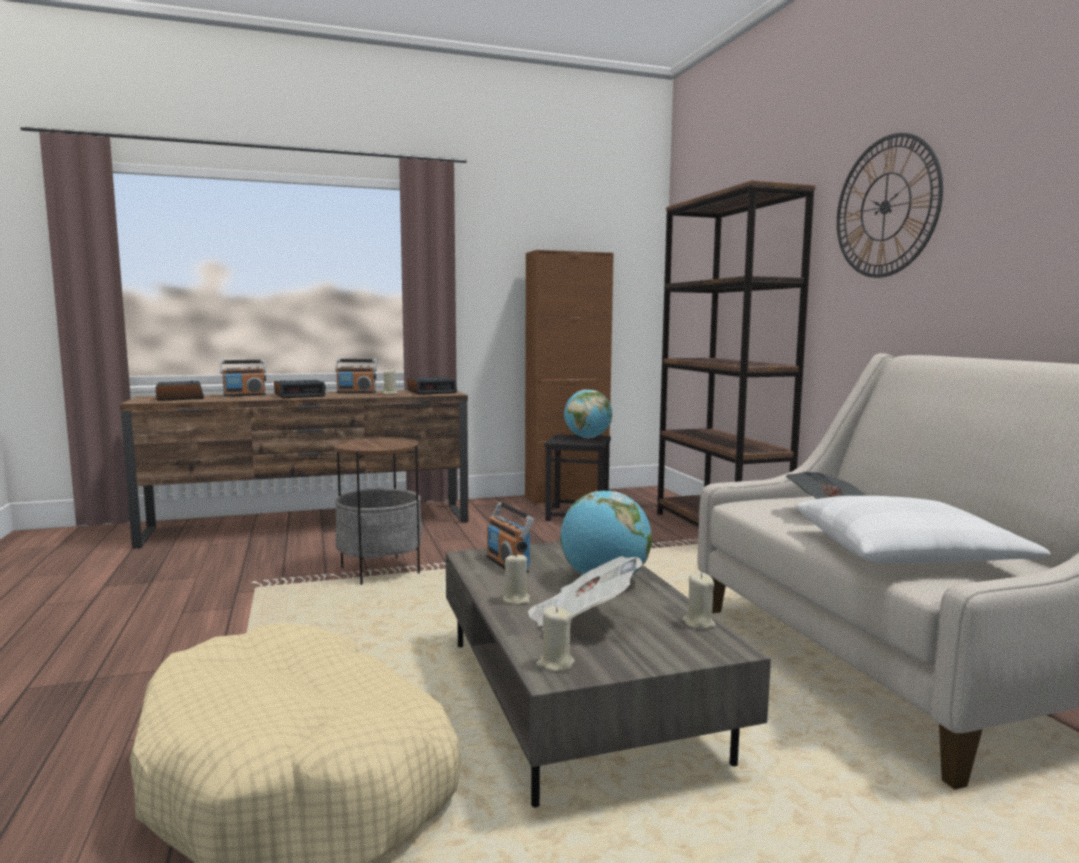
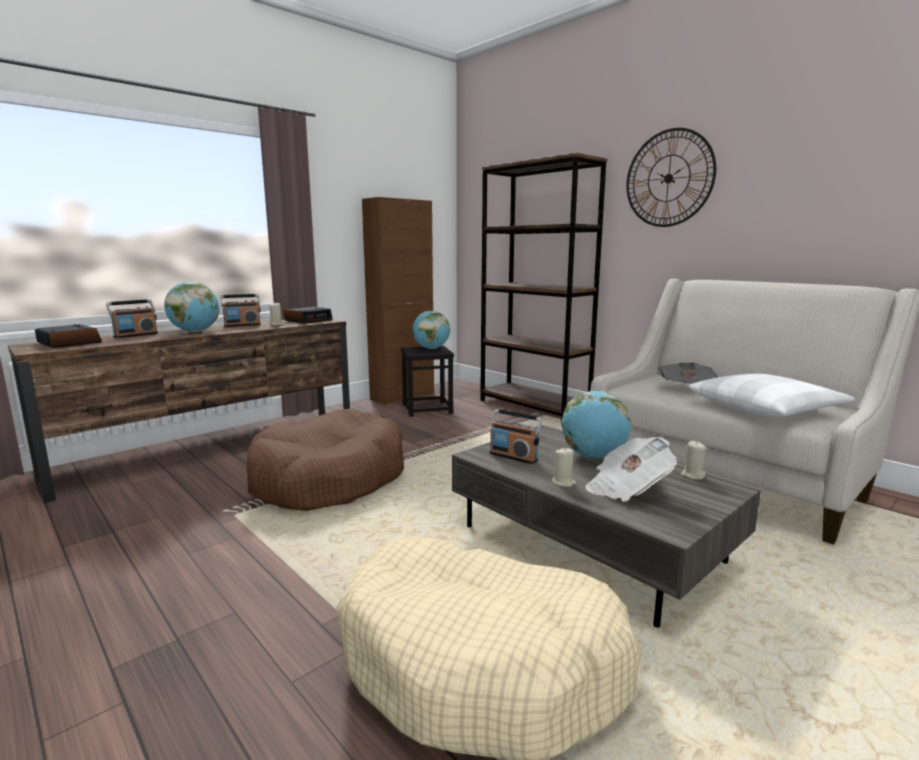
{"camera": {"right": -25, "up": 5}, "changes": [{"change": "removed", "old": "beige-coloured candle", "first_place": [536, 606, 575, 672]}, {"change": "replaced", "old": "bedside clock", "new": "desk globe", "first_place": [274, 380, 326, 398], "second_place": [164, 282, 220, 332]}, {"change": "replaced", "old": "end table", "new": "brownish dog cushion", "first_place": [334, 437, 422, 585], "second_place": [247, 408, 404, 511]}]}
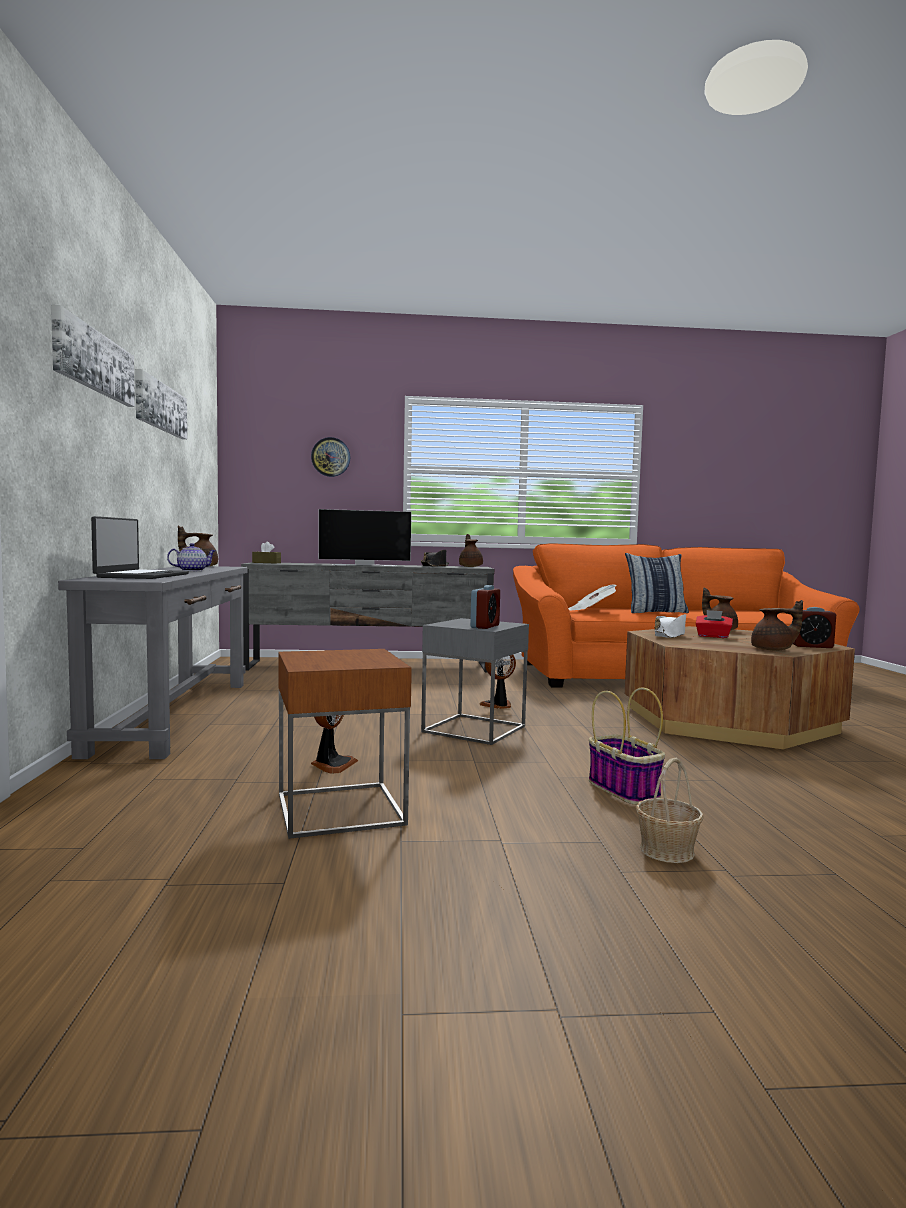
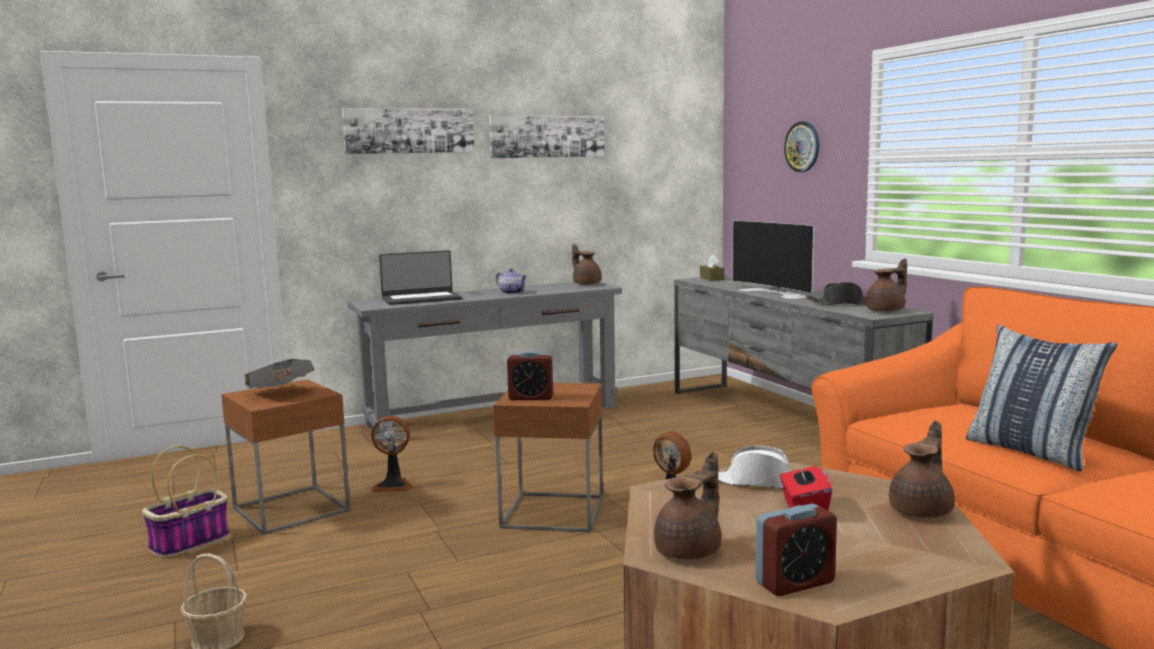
{"camera": {"right": 70, "up": 5}, "changes": [{"change": "moved", "old": "printed paper", "first_place": [568, 584, 617, 610], "second_place": [244, 359, 314, 388]}, {"change": "moved", "old": "basket", "first_place": [589, 688, 665, 805], "second_place": [142, 446, 229, 558]}, {"change": "recoloured", "old": "greyish end table", "new": "brownish end table", "first_place": [421, 618, 529, 745], "second_place": [493, 383, 603, 533]}, {"change": "turned", "old": "brownish teapot", "first_place": [751, 600, 803, 650], "second_place": [654, 451, 722, 560], "degrees": -120}, {"change": "turned", "old": "bedside clock", "first_place": [793, 607, 836, 648], "second_place": [756, 504, 837, 596], "degrees": -105}]}
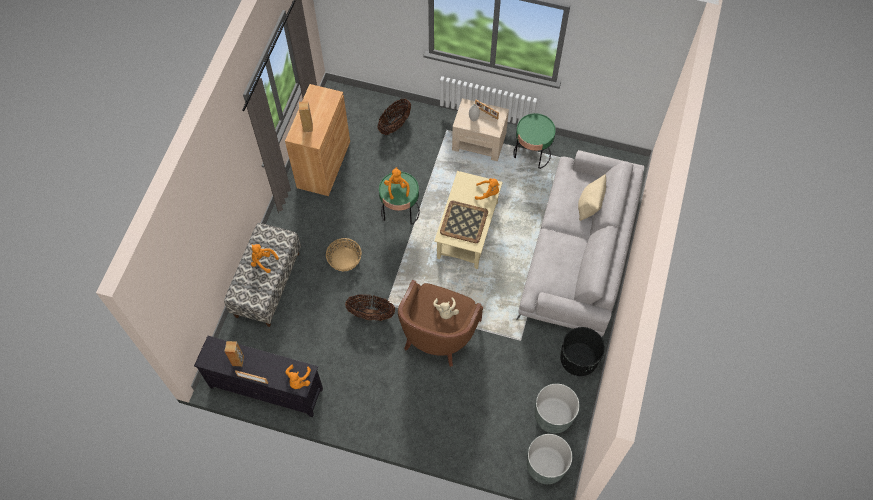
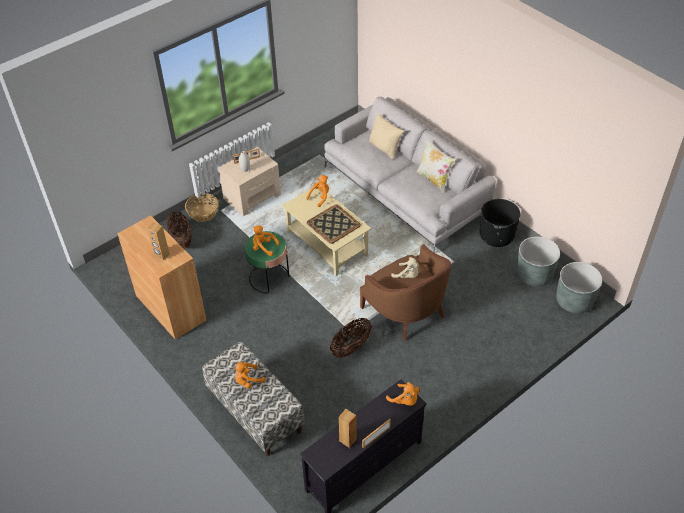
{"camera": {"right": -55, "up": -15}, "changes": [{"change": "removed", "old": "green-coloured end table", "first_place": [514, 113, 556, 169]}, {"change": "added", "new": "throw pillow", "second_place": [416, 140, 456, 193]}, {"change": "moved", "old": "basket", "first_place": [326, 238, 362, 272], "second_place": [185, 193, 219, 222]}]}
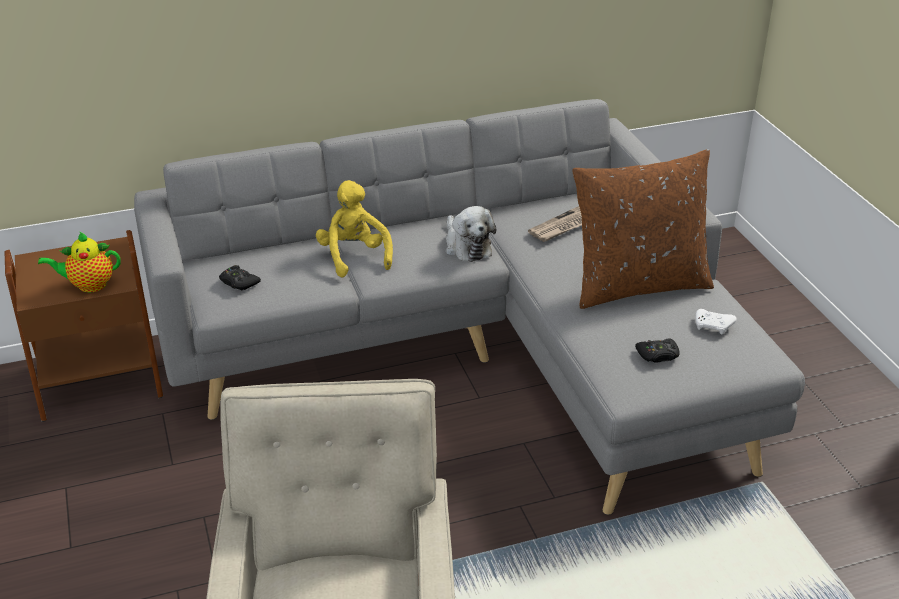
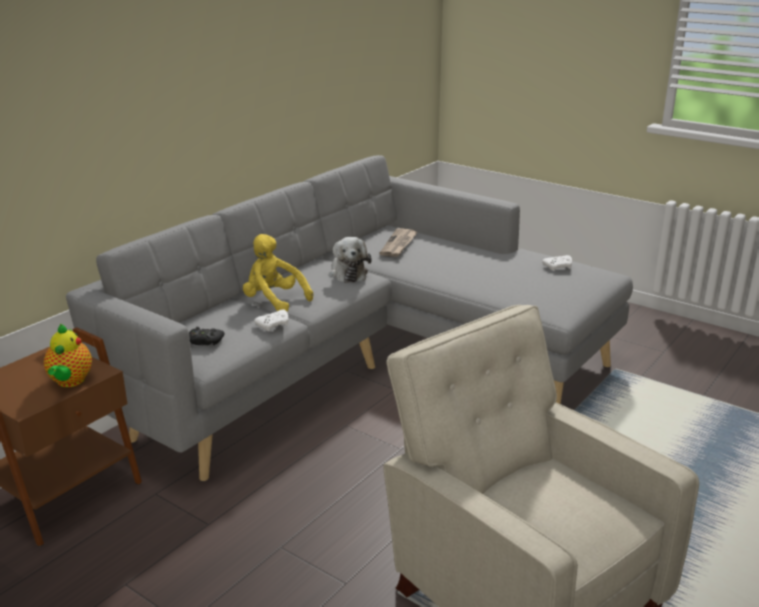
{"camera": {"right": -35, "up": -10}, "changes": [{"change": "removed", "old": "brownish throw pillow", "first_place": [572, 149, 714, 309]}, {"change": "removed", "old": "black-coloured game controller", "first_place": [635, 338, 680, 363]}, {"change": "added", "new": "white game controller", "second_place": [254, 309, 288, 331]}, {"change": "turned", "old": "teapot", "first_place": [38, 232, 121, 292], "second_place": [44, 324, 92, 387], "degrees": -45}, {"change": "turned", "old": "plush toy", "first_place": [446, 206, 496, 262], "second_place": [329, 237, 372, 283], "degrees": 45}]}
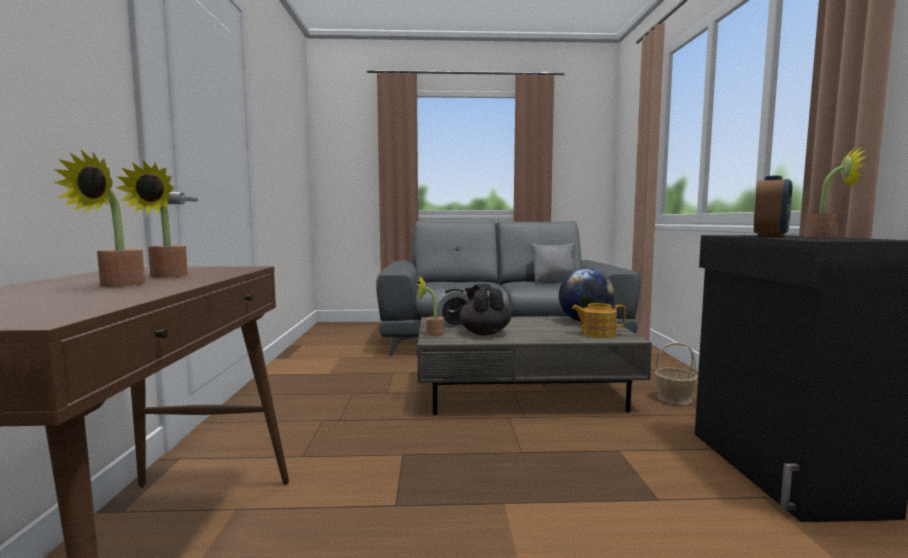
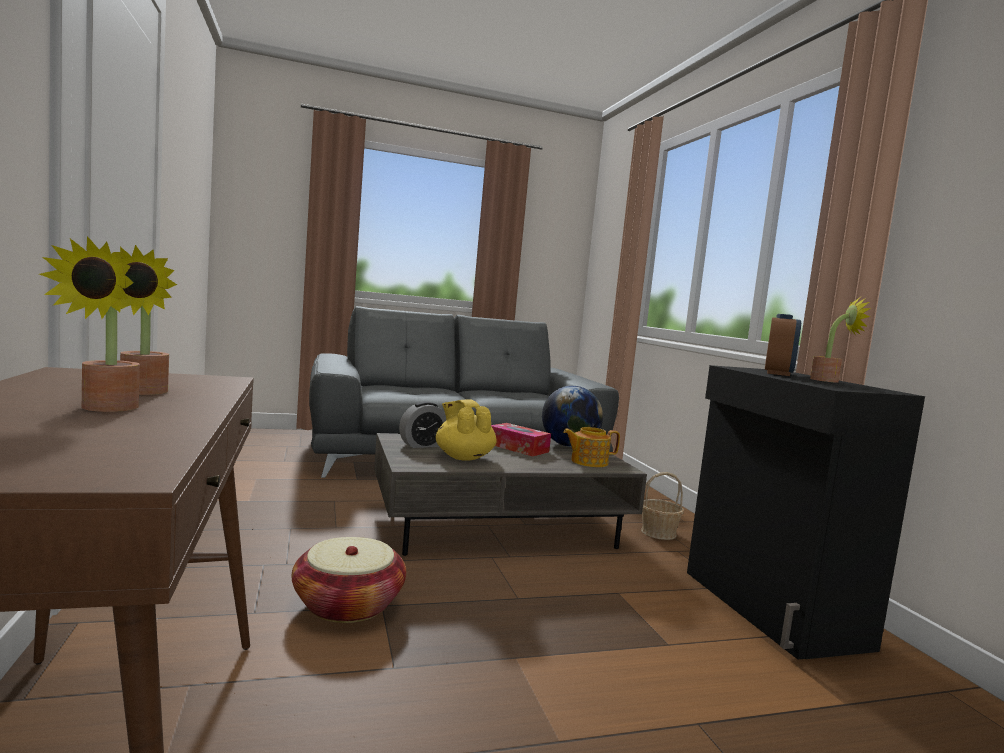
{"camera": {"right": -15, "up": 0}, "changes": [{"change": "removed", "old": "houseplant", "first_place": [417, 276, 444, 336]}, {"change": "removed", "old": "greyish throw pillow", "first_place": [531, 243, 576, 282]}, {"change": "added", "new": "basket", "second_place": [292, 537, 406, 623]}, {"change": "added", "new": "tissue box", "second_place": [491, 423, 551, 457]}, {"change": "recoloured", "old": "black-coloured teapot", "new": "yellowish teapot", "first_place": [459, 284, 511, 335], "second_place": [436, 399, 497, 461]}]}
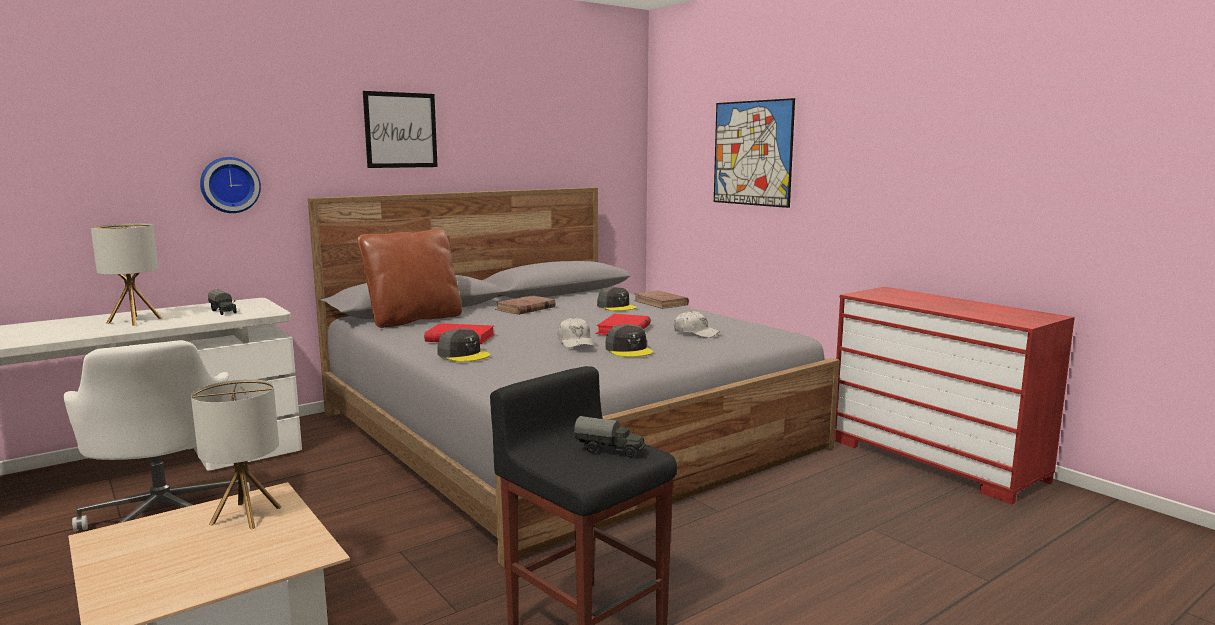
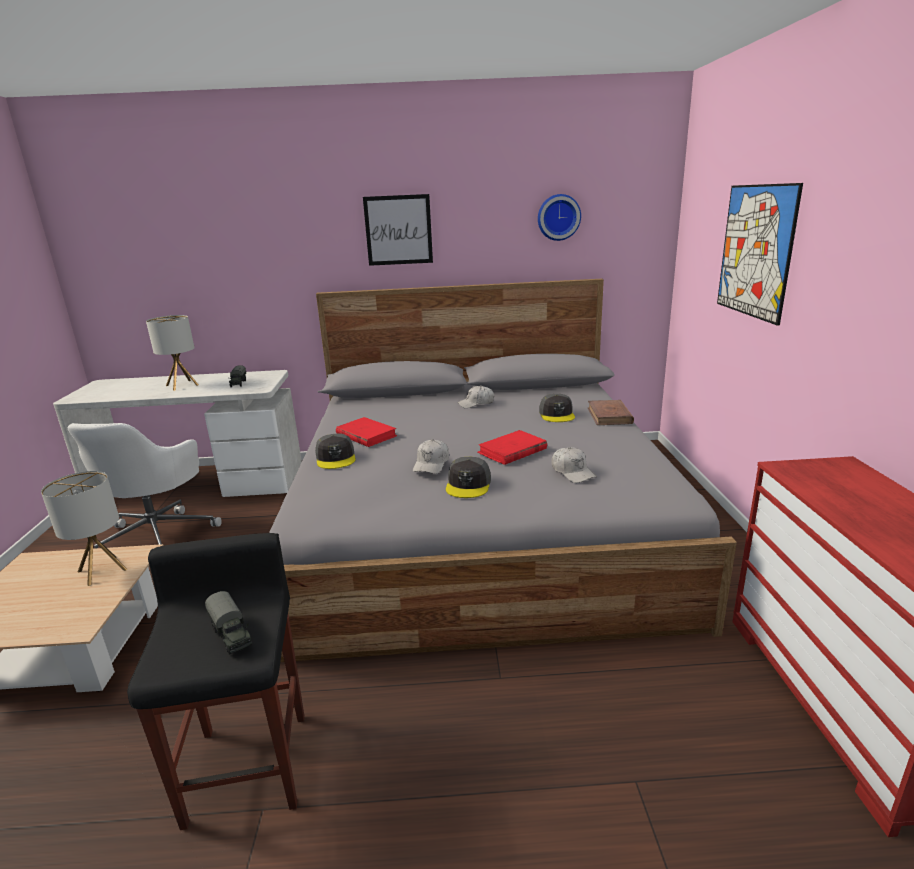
{"camera": {"right": 35, "up": 10}, "changes": [{"change": "removed", "old": "brownish throw pillow", "first_place": [357, 229, 462, 328]}, {"change": "moved", "old": "clock on the wall", "first_place": [200, 157, 261, 213], "second_place": [538, 194, 581, 241]}, {"change": "replaced", "old": "brownish volume", "new": "white baseball cap", "first_place": [495, 295, 556, 315], "second_place": [457, 385, 494, 408]}]}
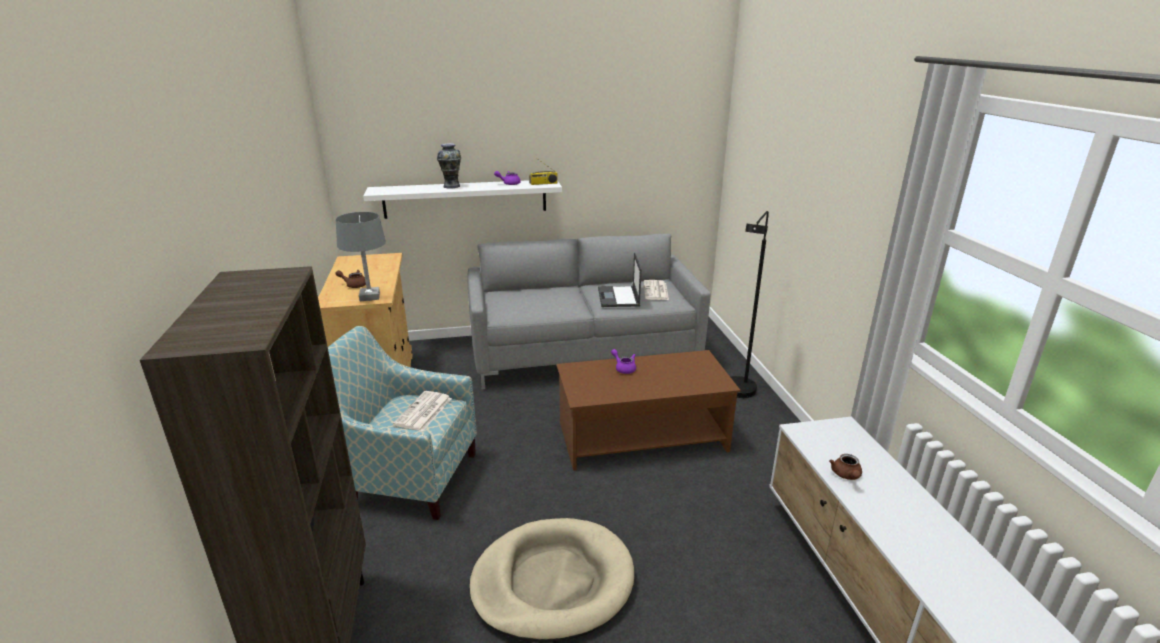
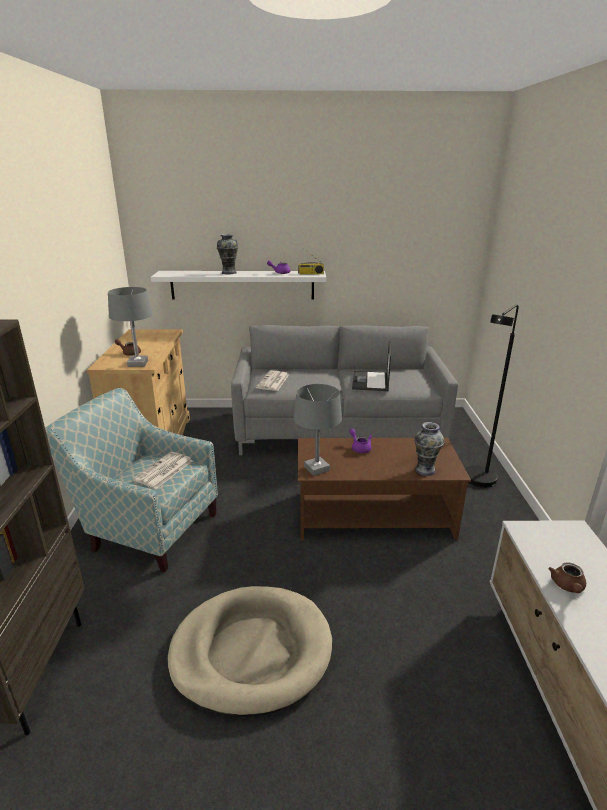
{"camera": {"right": 10, "up": 0}, "changes": [{"change": "added", "new": "greyish lamp for a table", "second_place": [294, 384, 342, 476]}, {"change": "added", "new": "vase", "second_place": [414, 422, 444, 476]}, {"change": "moved", "old": "printed paper", "first_place": [644, 280, 669, 300], "second_place": [256, 371, 289, 391]}]}
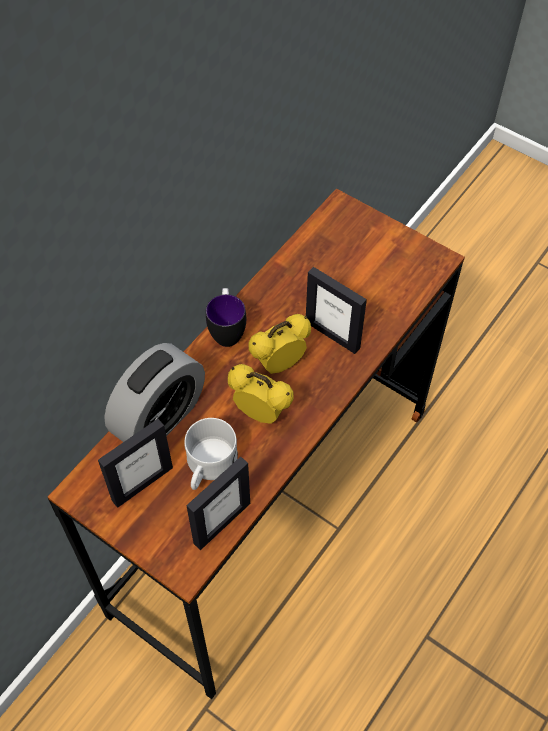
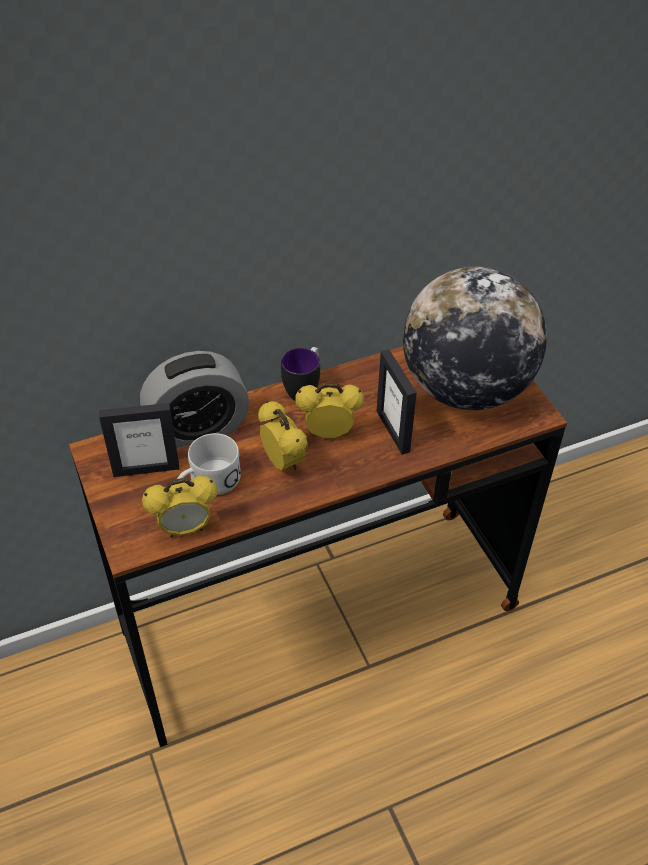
{"camera": {"right": 30, "up": -10}, "changes": [{"change": "added", "new": "desk globe", "second_place": [403, 266, 547, 410]}, {"change": "replaced", "old": "standing frame", "new": "bedside clock", "first_place": [186, 457, 250, 550], "second_place": [142, 476, 218, 537]}]}
